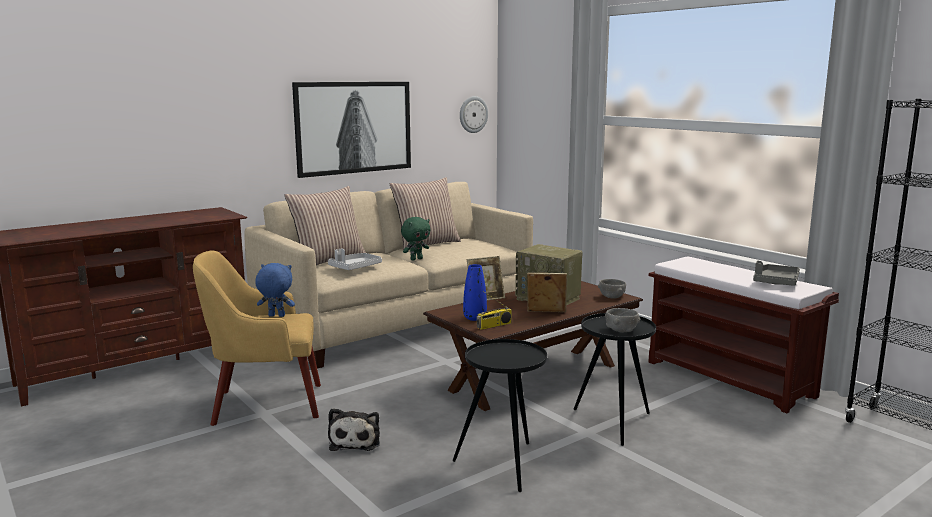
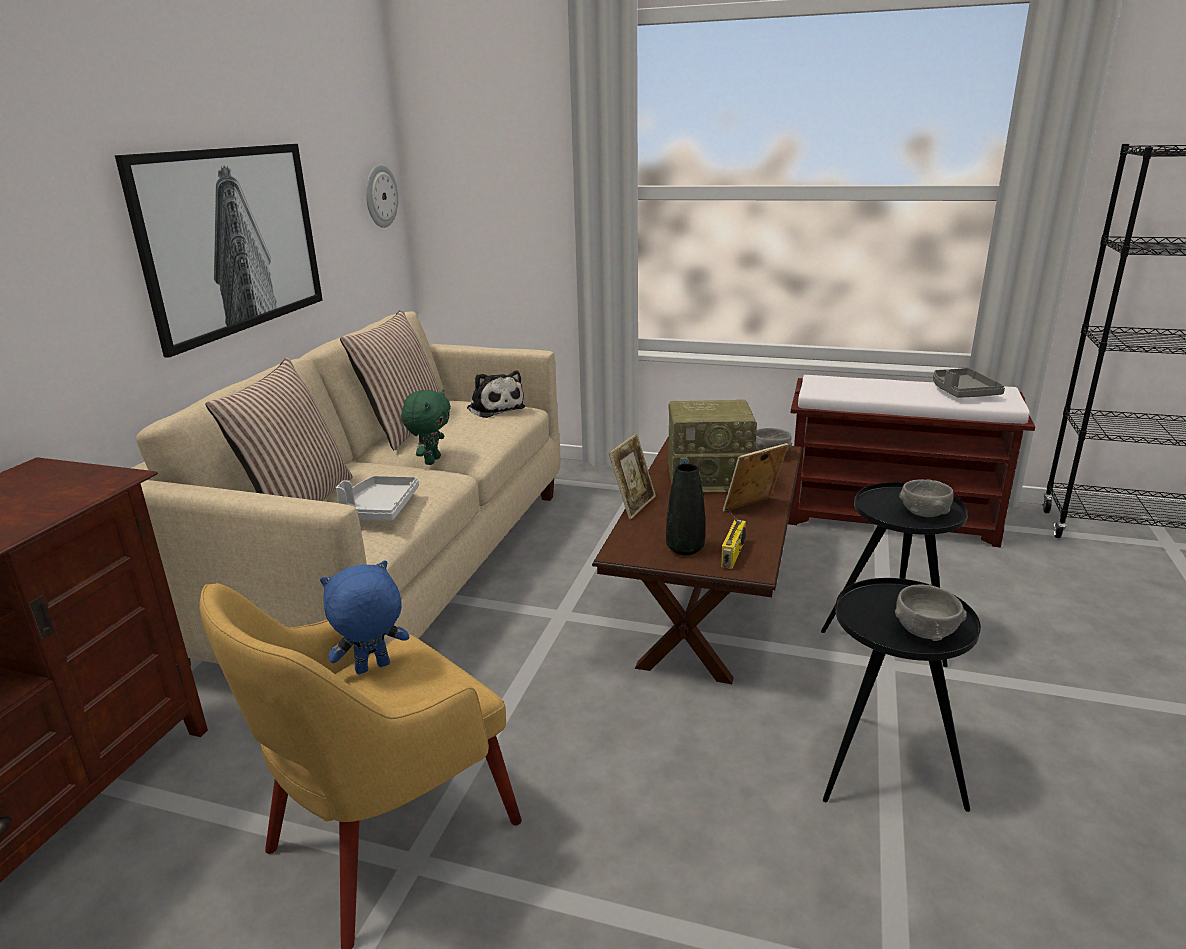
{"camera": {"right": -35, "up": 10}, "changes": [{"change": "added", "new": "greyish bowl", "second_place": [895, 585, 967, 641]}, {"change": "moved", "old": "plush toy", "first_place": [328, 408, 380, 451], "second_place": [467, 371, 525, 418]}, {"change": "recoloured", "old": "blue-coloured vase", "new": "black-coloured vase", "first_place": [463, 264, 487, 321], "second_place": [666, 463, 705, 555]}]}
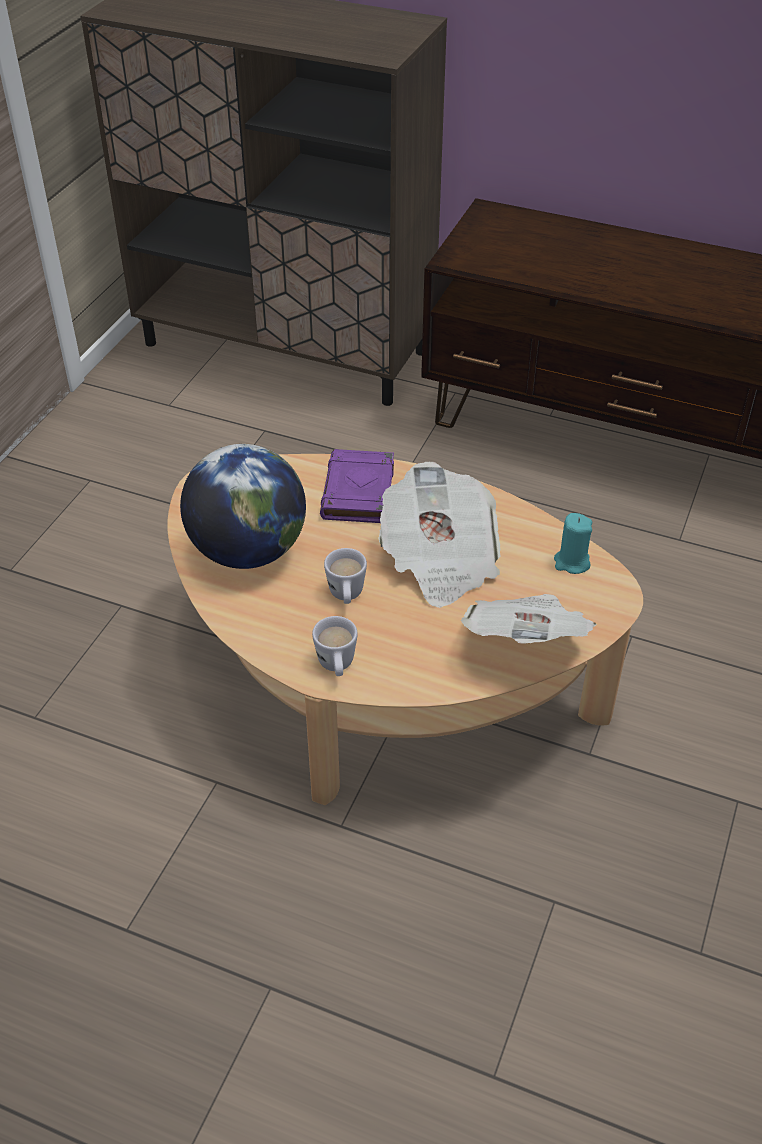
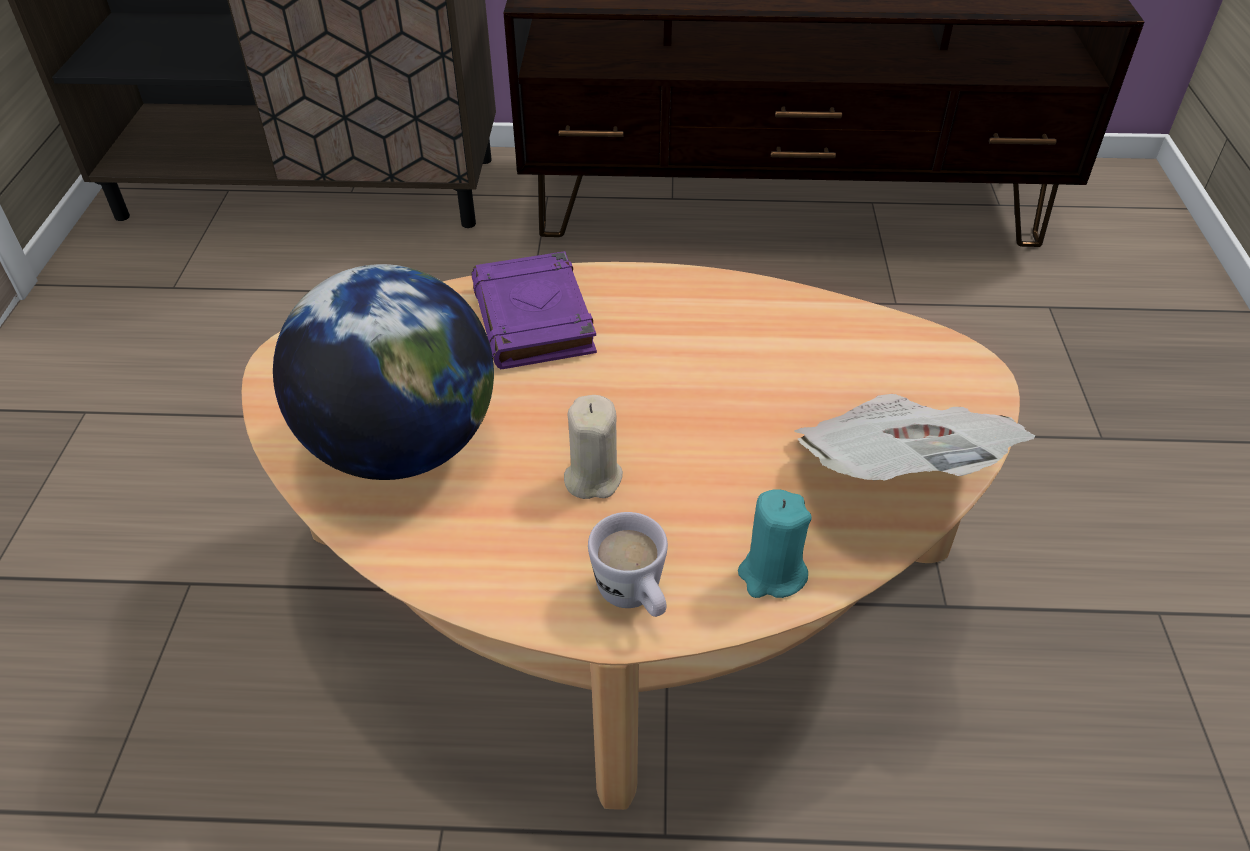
{"camera": {"right": -20, "up": 0}, "changes": [{"change": "removed", "old": "printed paper", "first_place": [378, 462, 500, 608]}, {"change": "moved", "old": "blue-green candle", "first_place": [554, 513, 592, 574], "second_place": [738, 489, 812, 598]}, {"change": "replaced", "old": "white mug", "new": "beige-coloured candle", "first_place": [324, 548, 367, 604], "second_place": [564, 395, 623, 499]}]}
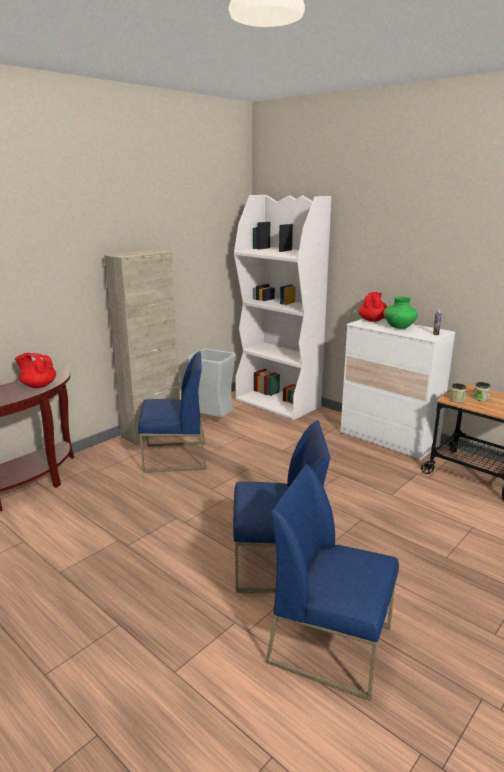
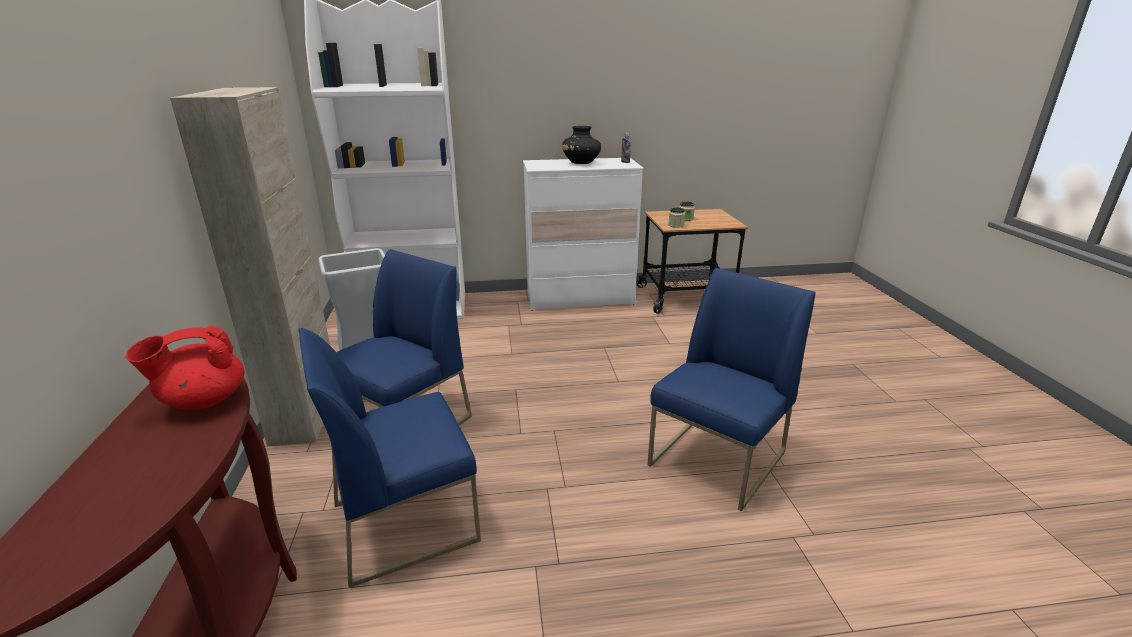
{"camera": {"right": -50, "up": 5}, "changes": [{"change": "removed", "old": "red teapot", "first_place": [359, 292, 387, 322]}, {"change": "moved", "old": "blue-coloured plain chair", "first_place": [266, 464, 399, 701], "second_place": [298, 328, 481, 588]}, {"change": "recoloured", "old": "green-coloured vase", "new": "black-coloured vase", "first_place": [384, 297, 418, 329], "second_place": [562, 126, 601, 164]}]}
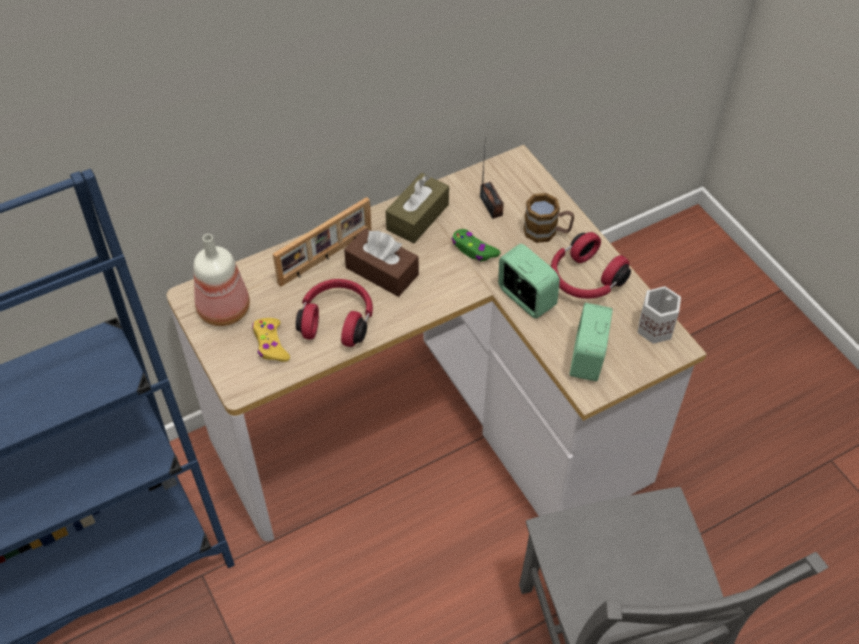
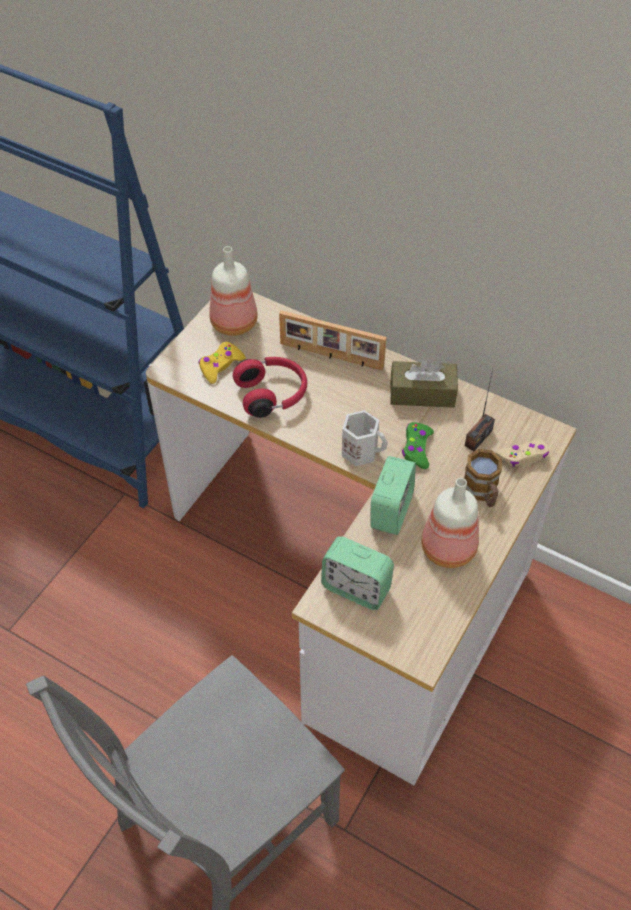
{"camera": {"right": 60, "up": 0}, "changes": [{"change": "removed", "old": "brownish tissue box", "first_place": [344, 228, 419, 297]}, {"change": "added", "new": "beige-coloured game controller", "second_place": [495, 438, 549, 467]}, {"change": "moved", "old": "white mug", "first_place": [638, 286, 681, 344], "second_place": [342, 410, 388, 466]}, {"change": "replaced", "old": "red headphones", "new": "bottle", "first_place": [551, 232, 631, 299], "second_place": [421, 478, 479, 568]}, {"change": "turned", "old": "bedside clock", "first_place": [570, 303, 613, 381], "second_place": [321, 536, 394, 610], "degrees": -135}]}
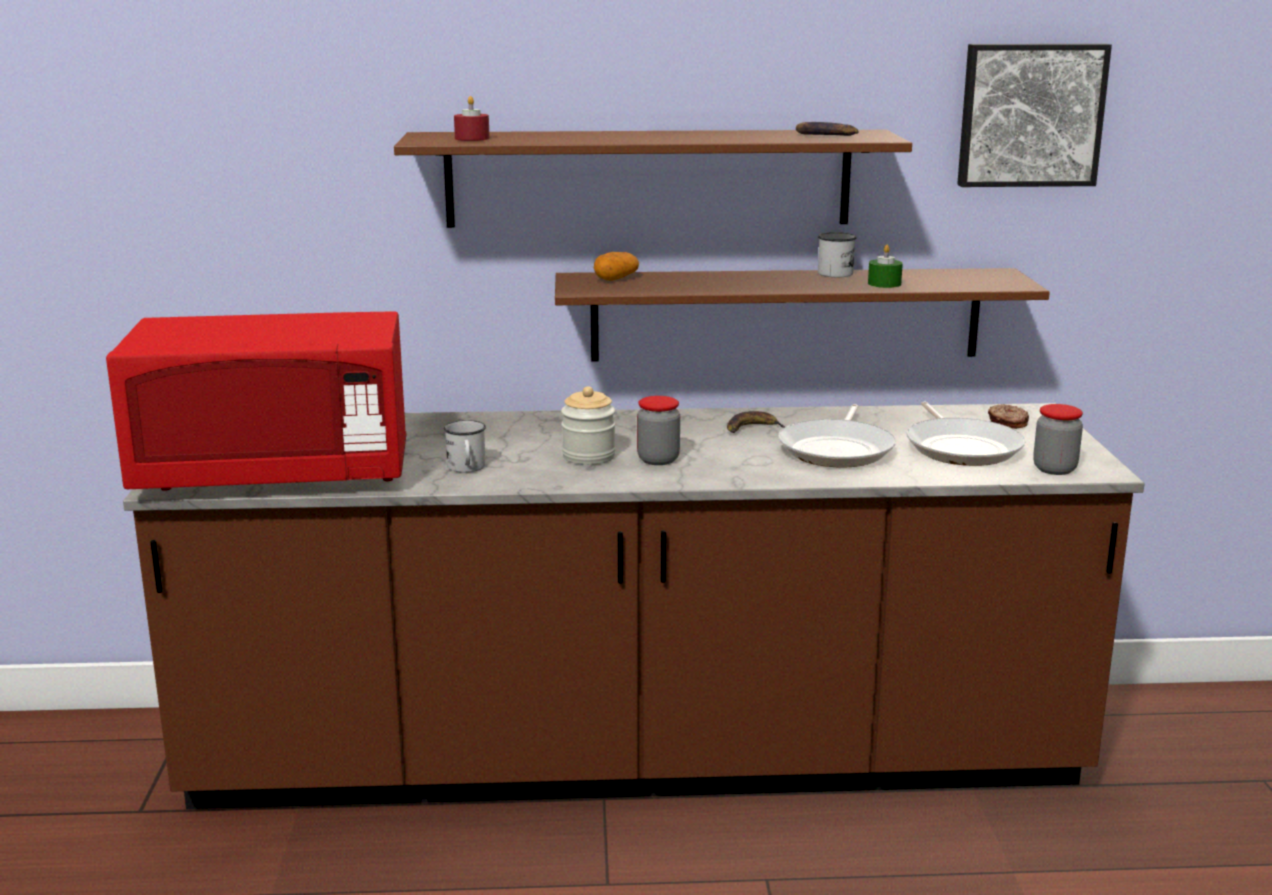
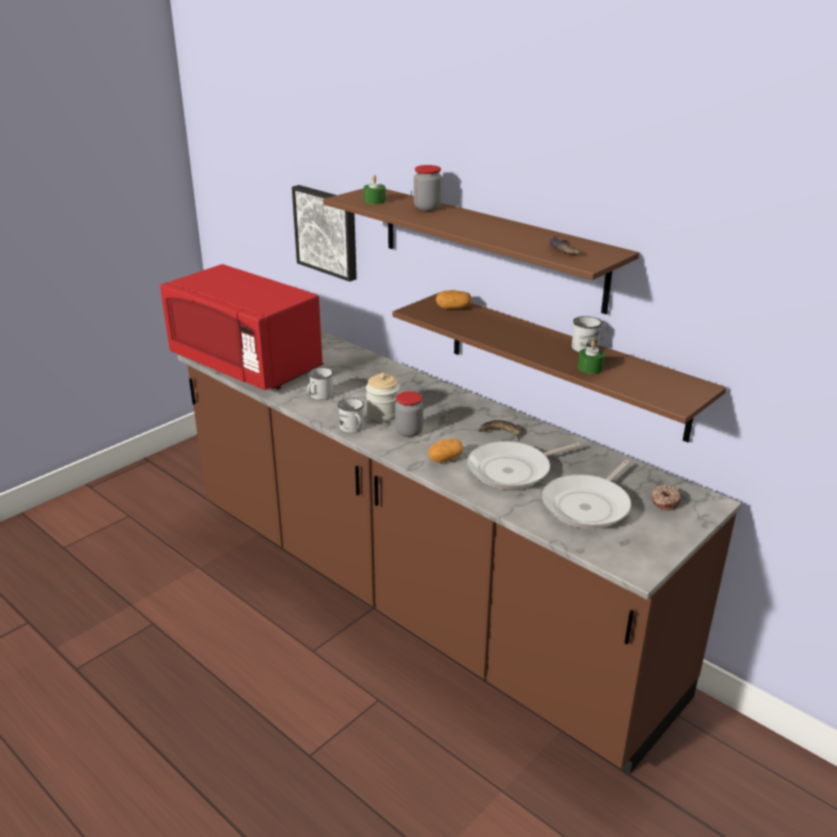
{"camera": {"right": 45, "up": 10}, "changes": [{"change": "added", "new": "white mug", "second_place": [338, 398, 364, 433]}, {"change": "added", "new": "spud", "second_place": [428, 439, 464, 463]}, {"change": "moved", "old": "wall picture", "first_place": [957, 44, 1112, 187], "second_place": [292, 185, 357, 282]}, {"change": "moved", "old": "storage jar", "first_place": [1033, 404, 1083, 475], "second_place": [414, 165, 442, 211]}, {"change": "recoloured", "old": "red candle", "new": "green-coloured candle", "first_place": [454, 96, 490, 141], "second_place": [364, 175, 386, 204]}]}
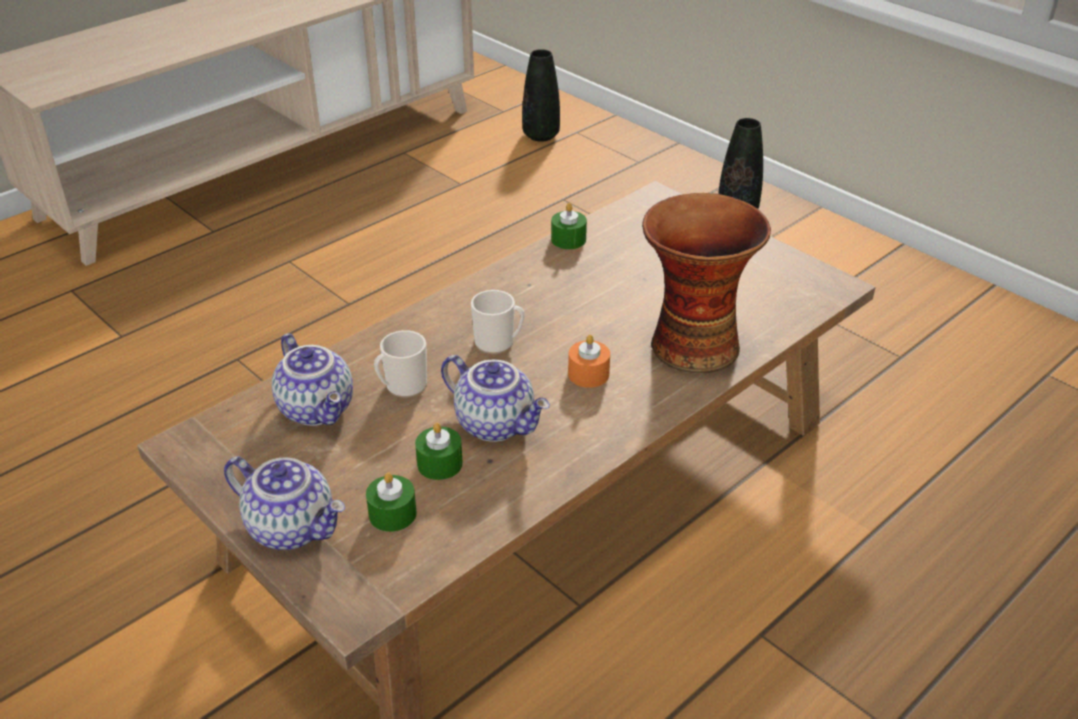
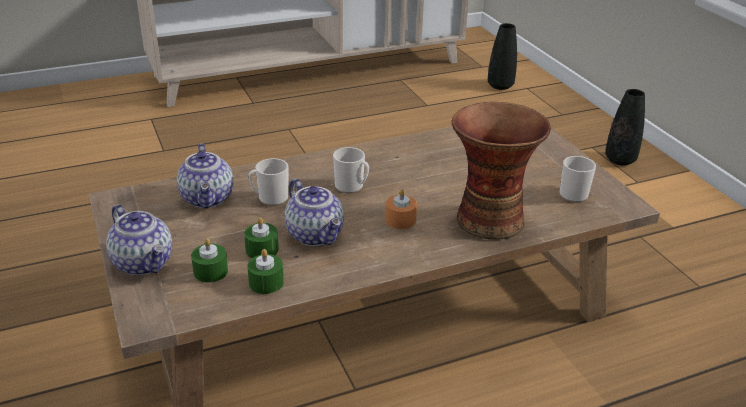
{"camera": {"right": 20, "up": -5}, "changes": [{"change": "added", "new": "mug", "second_place": [559, 156, 596, 202]}, {"change": "moved", "old": "green-coloured candle", "first_place": [551, 203, 587, 249], "second_place": [247, 249, 284, 294]}]}
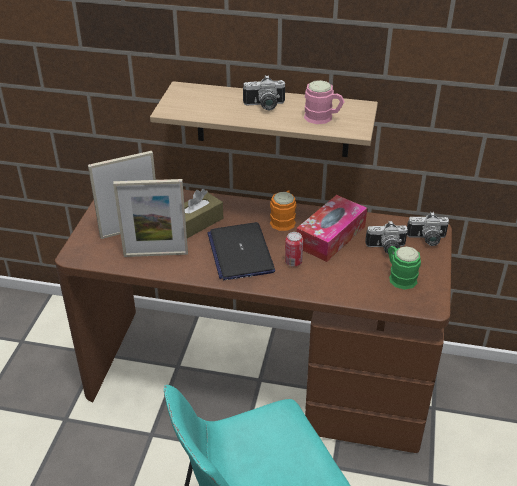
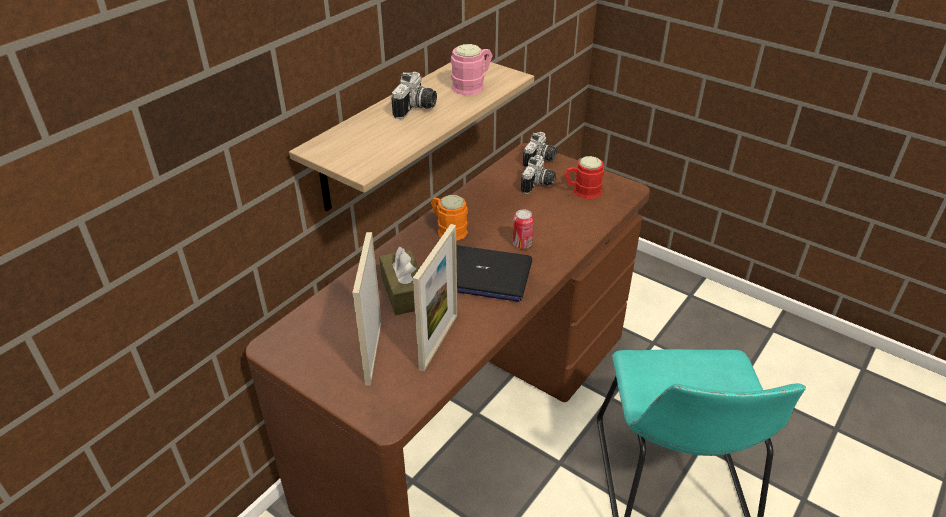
{"camera": {"right": -65, "up": 0}, "changes": [{"change": "removed", "old": "tissue box", "first_place": [297, 195, 367, 262]}, {"change": "recoloured", "old": "green-coloured mug", "new": "red mug", "first_place": [388, 246, 421, 290], "second_place": [564, 156, 604, 199]}]}
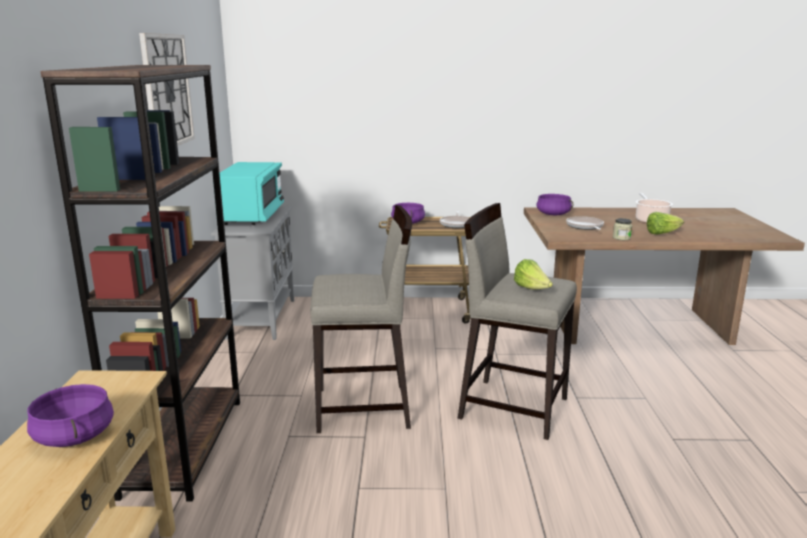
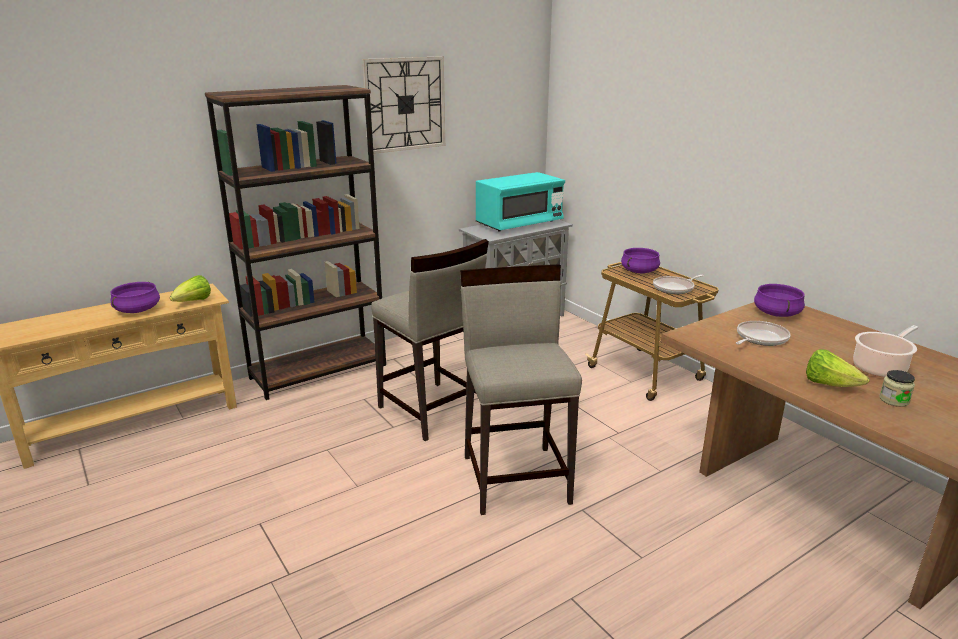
{"camera": {"right": 55, "up": 5}, "changes": [{"change": "moved", "old": "head of lettuce", "first_place": [514, 259, 553, 289], "second_place": [170, 275, 211, 302]}, {"change": "moved", "old": "storage jar", "first_place": [613, 218, 632, 240], "second_place": [879, 370, 915, 407]}]}
